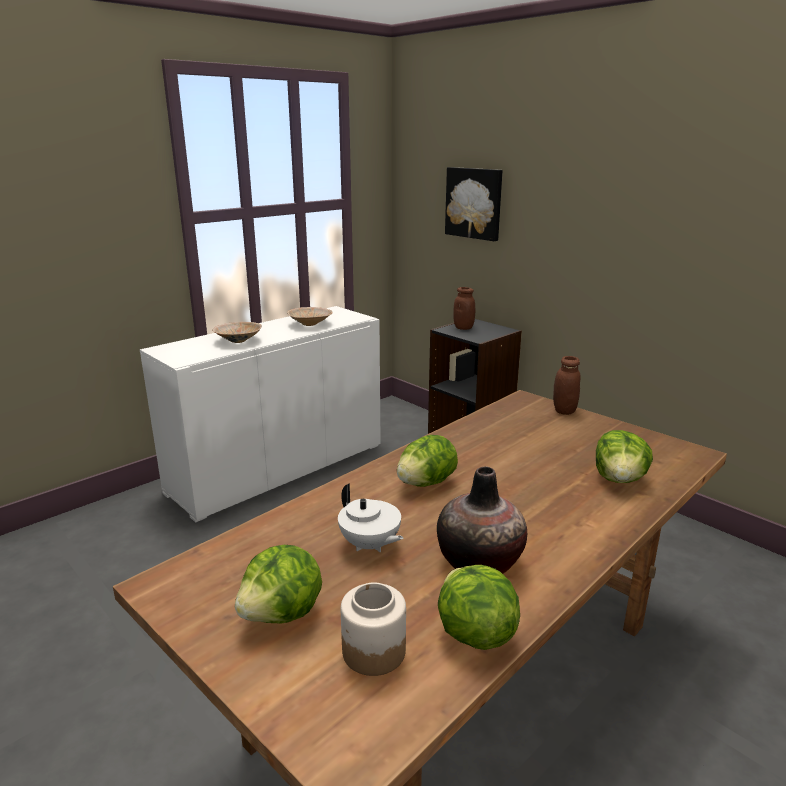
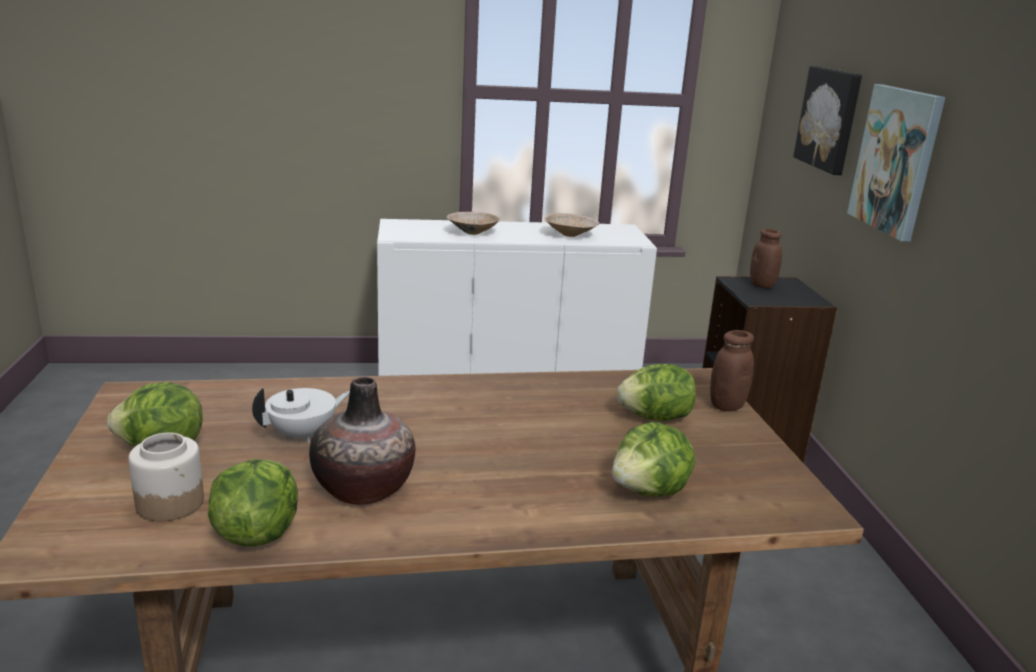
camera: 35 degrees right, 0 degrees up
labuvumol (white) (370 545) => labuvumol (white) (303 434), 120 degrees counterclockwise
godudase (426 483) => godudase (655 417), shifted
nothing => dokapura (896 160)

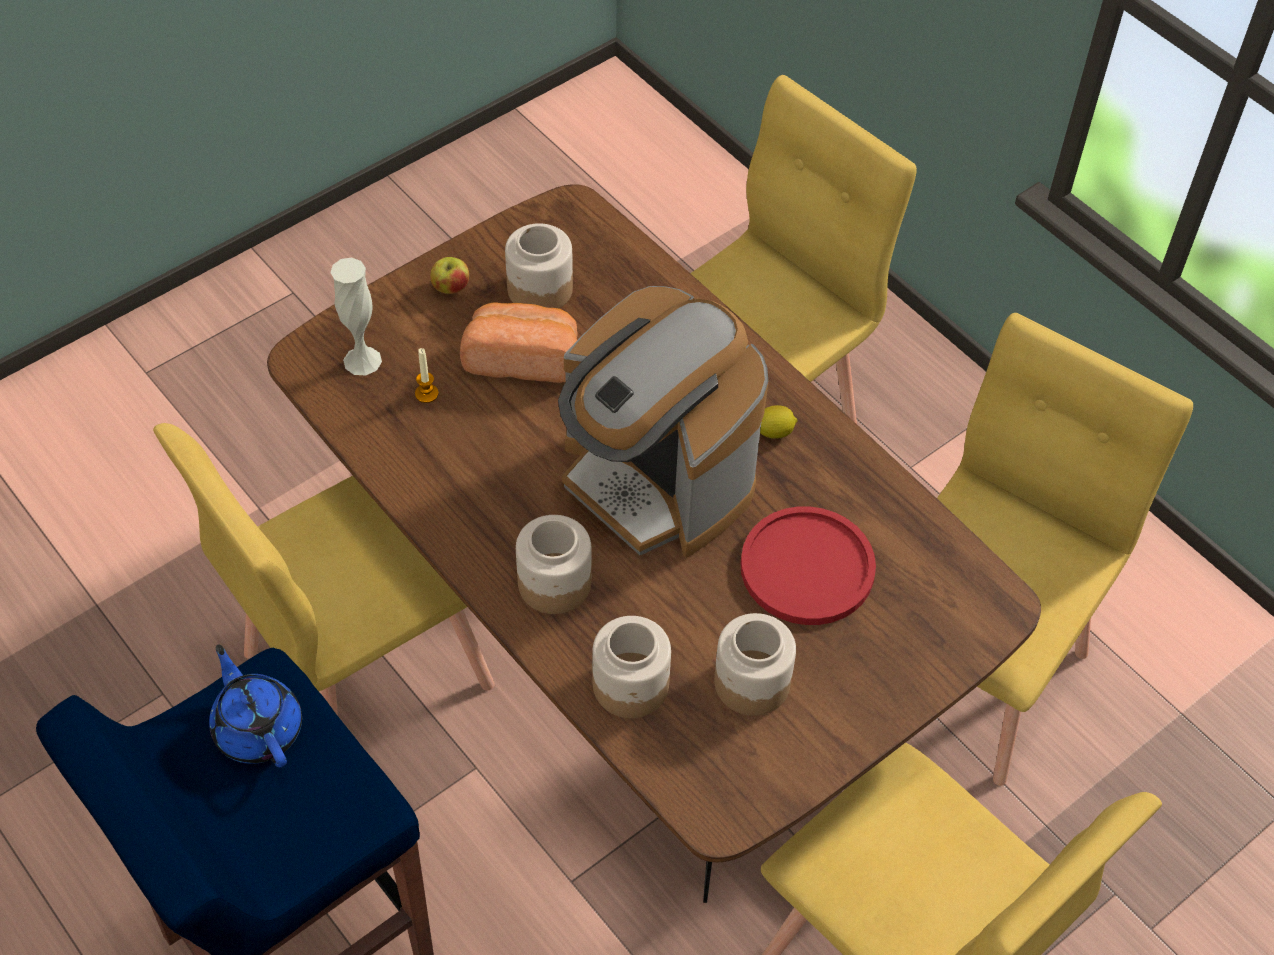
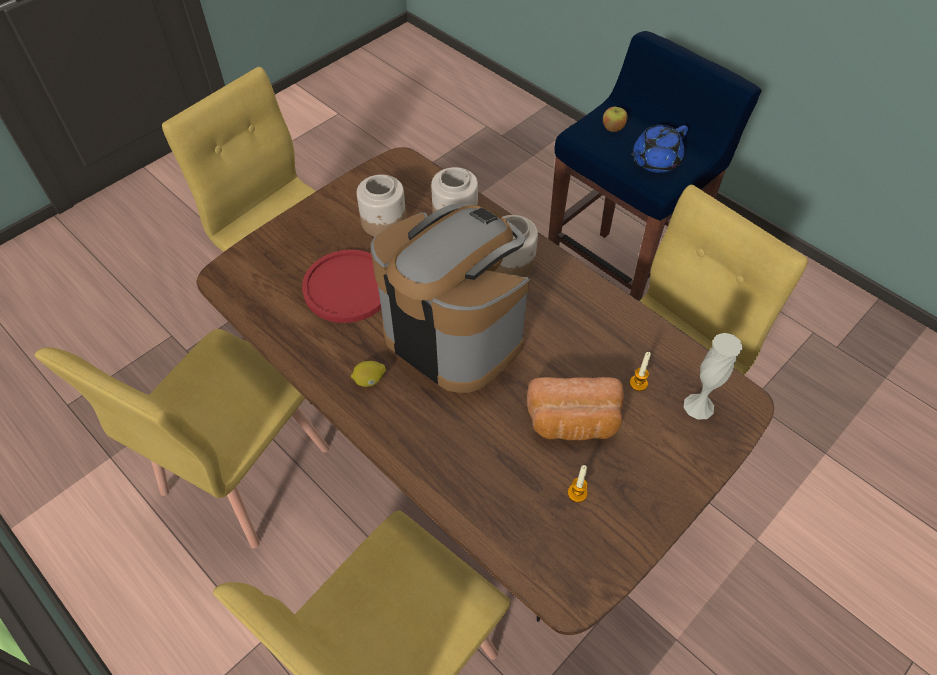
camera: 175 degrees right, 0 degrees up
labuvumol (blue) (258 728) => labuvumol (blue) (655 161), 90 degrees clockwise
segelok (451 288) => segelok (613 128), shifted
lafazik (539 289) => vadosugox (577 493)

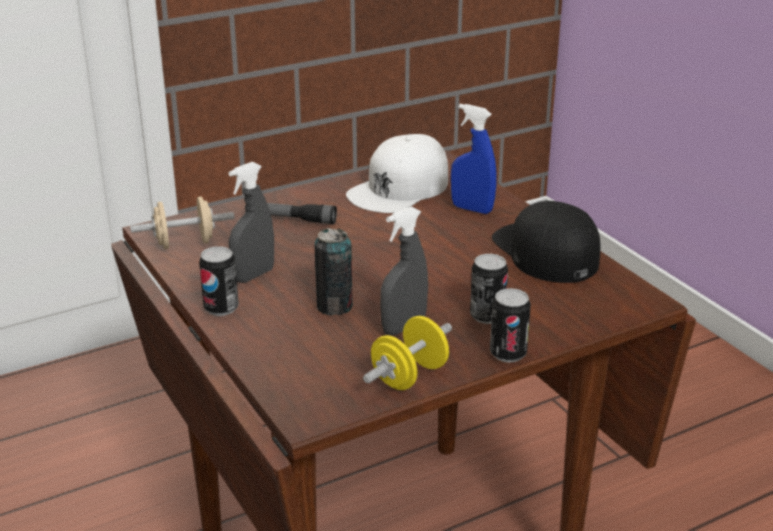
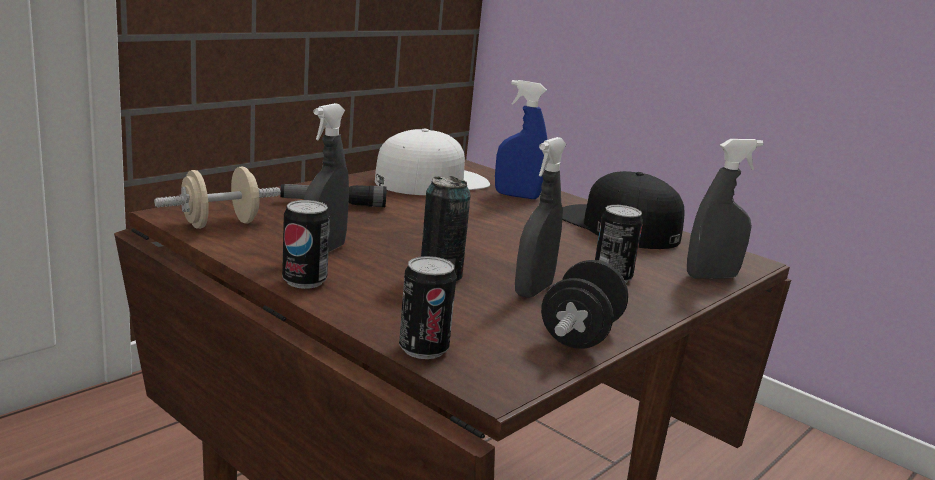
camera: 20 degrees left, 10 degrees down
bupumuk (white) (399 188) => bupumuk (white) (431 181), 150 degrees counterclockwise
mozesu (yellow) (409 376) => mozesu (black) (580 335)
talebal (508 353) => talebal (423 349), shifted
nothing => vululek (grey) (711 276)

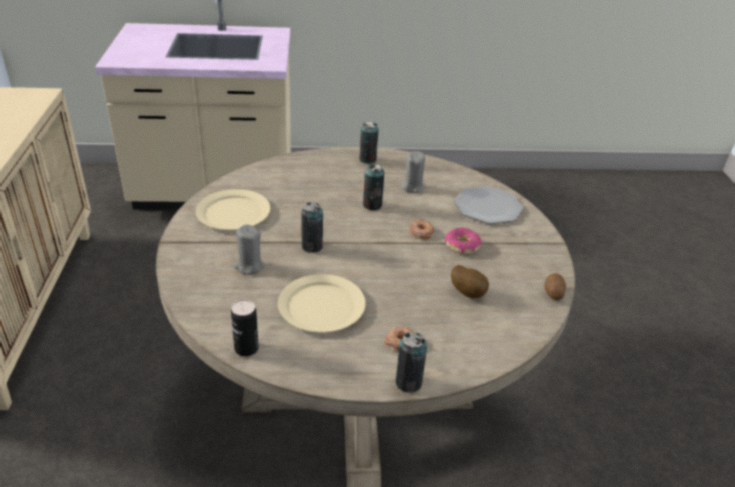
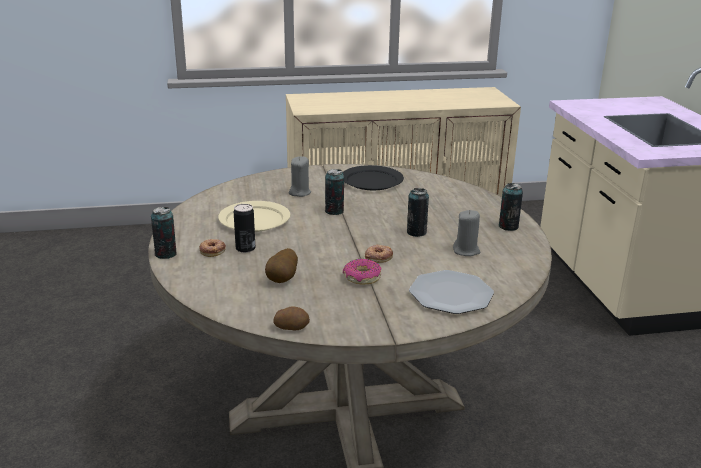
camera: 85 degrees right, 10 degrees down
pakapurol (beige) (234 212) => pakapurol (black) (372 181)
talebal (246 348) => talebal (245 248), shifted

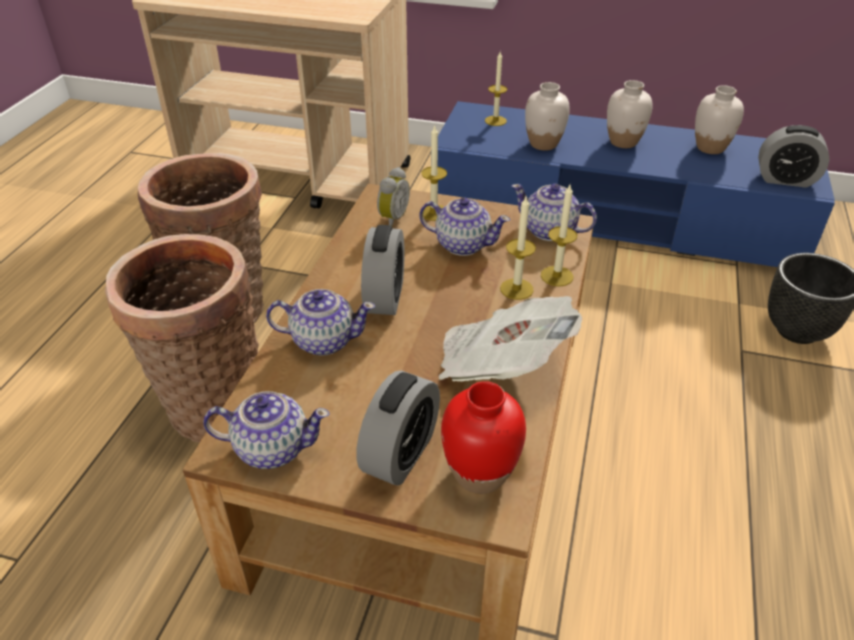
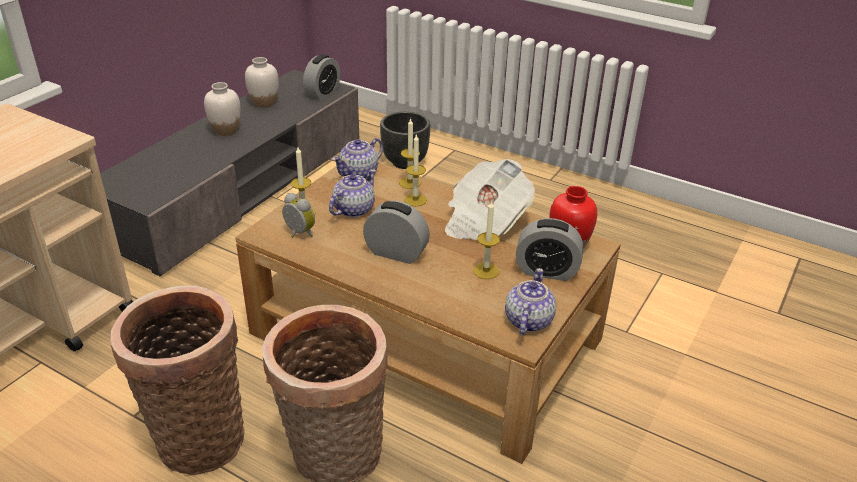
camera: 75 degrees left, 5 degrees down
labuvumol (323 340) => nothing
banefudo (400 454) => banefudo (546 271), 150 degrees clockwise
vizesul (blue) (613 217) => vizesul (grey) (240 188)
vadosugox (495 121) => vadosugox (486 271), shifted
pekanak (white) (543 144) => nothing

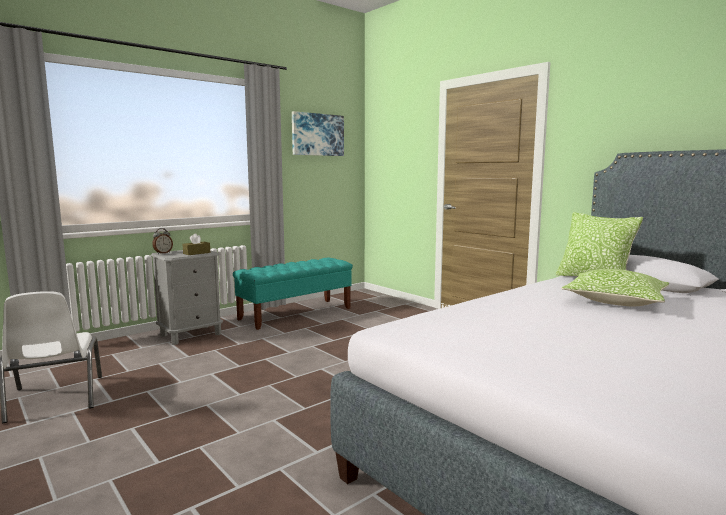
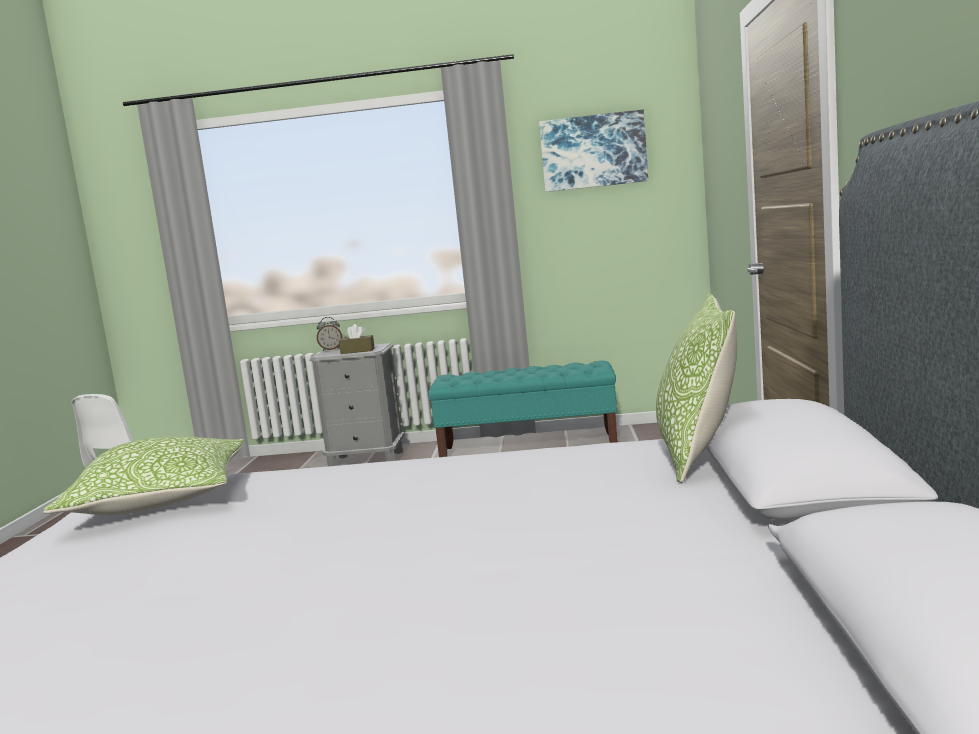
camera: 45 degrees right, 0 degrees up
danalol (615 301) => danalol (160 500), shifted

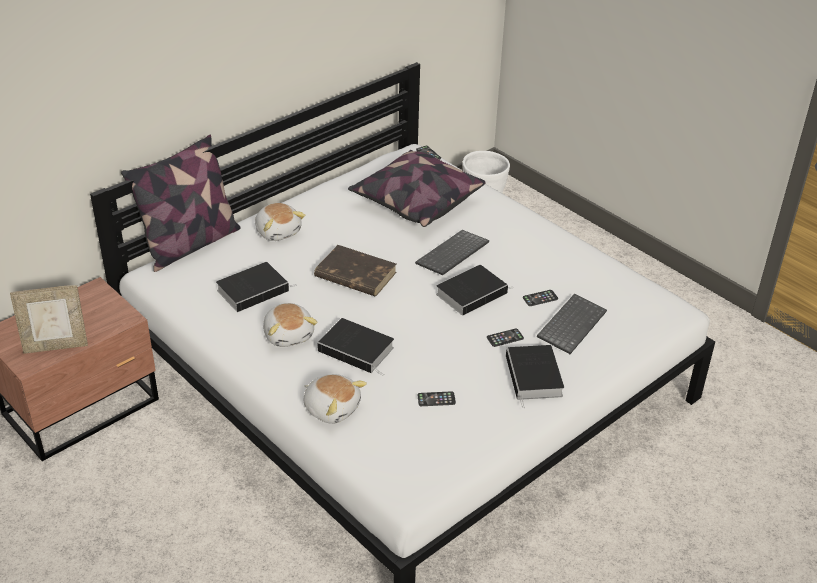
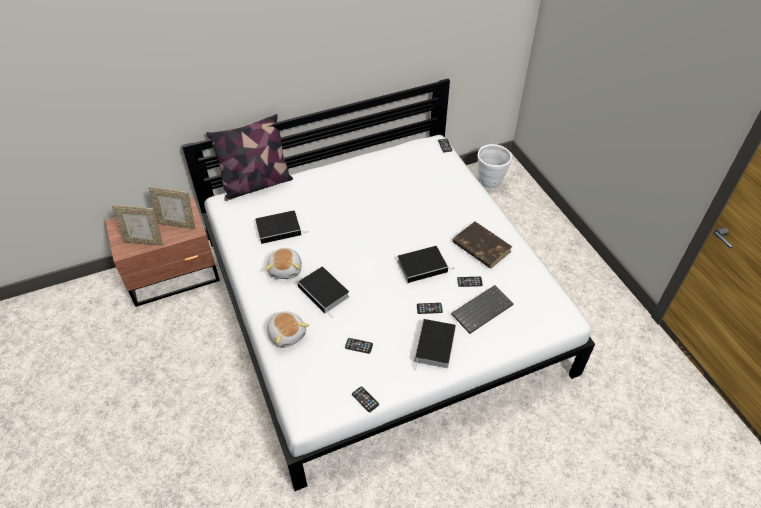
camera: 20 degrees right, 10 degrees up
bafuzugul (278 231) => nothing
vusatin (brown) (355 275) => vusatin (brown) (481 247), shifted
danalol (416 202) => nothing
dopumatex (453 255) => nothing
nothing => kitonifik (177 224)
nothing => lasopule (365 399)

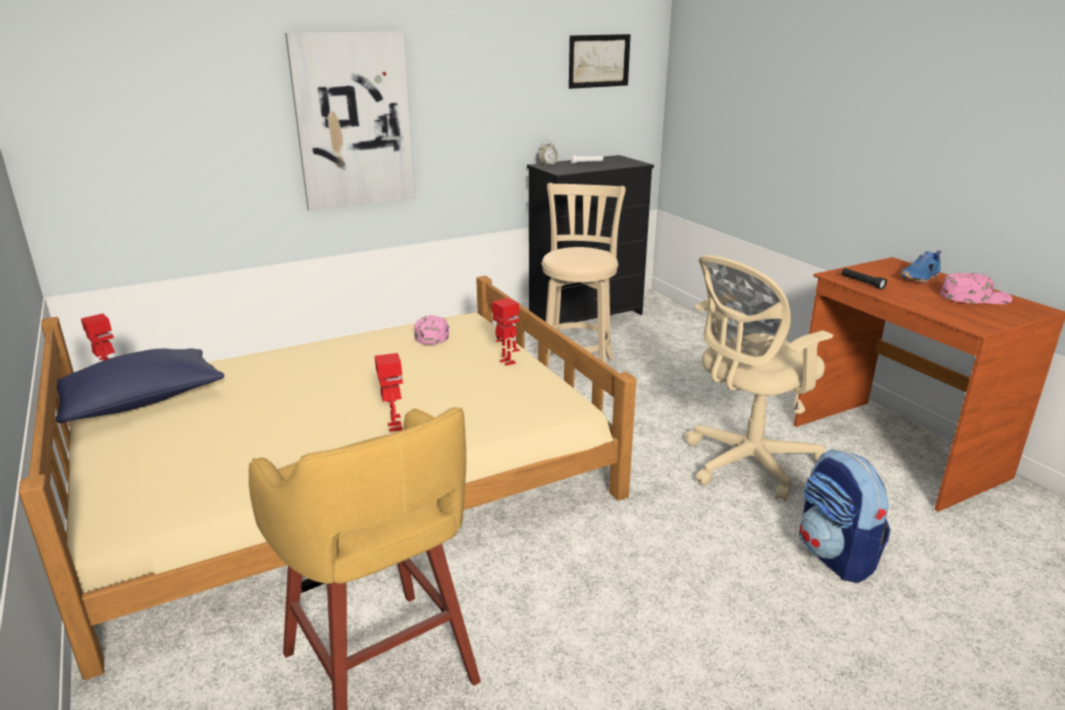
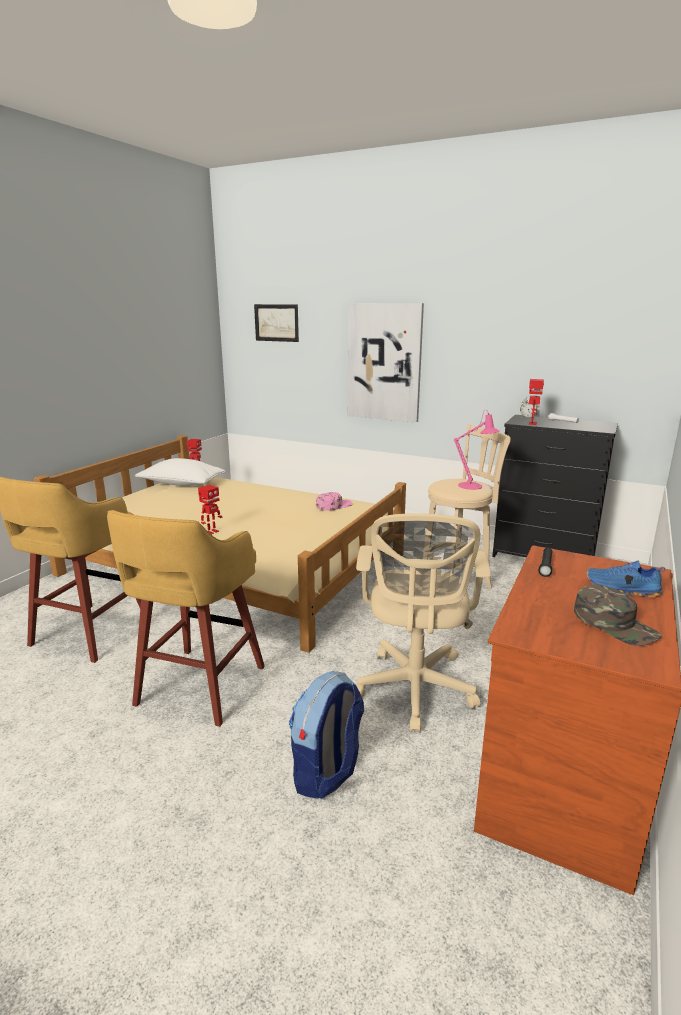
camera: 55 degrees right, 5 degrees down
danalol (blue) (140 403) => danalol (white) (181 484)
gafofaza (506 362) => gafofaza (532 423), shifted
dokapura (599 61) => dokapura (276 322), shifted
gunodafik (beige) (746 464) => gunodafik (beige) (415 691), 105 degrees counterclockwise
bupumuk (pink) (974 297) => bupumuk (green) (615 624)
nothing => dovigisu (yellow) (198 688)
nothing => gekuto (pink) (473 486)

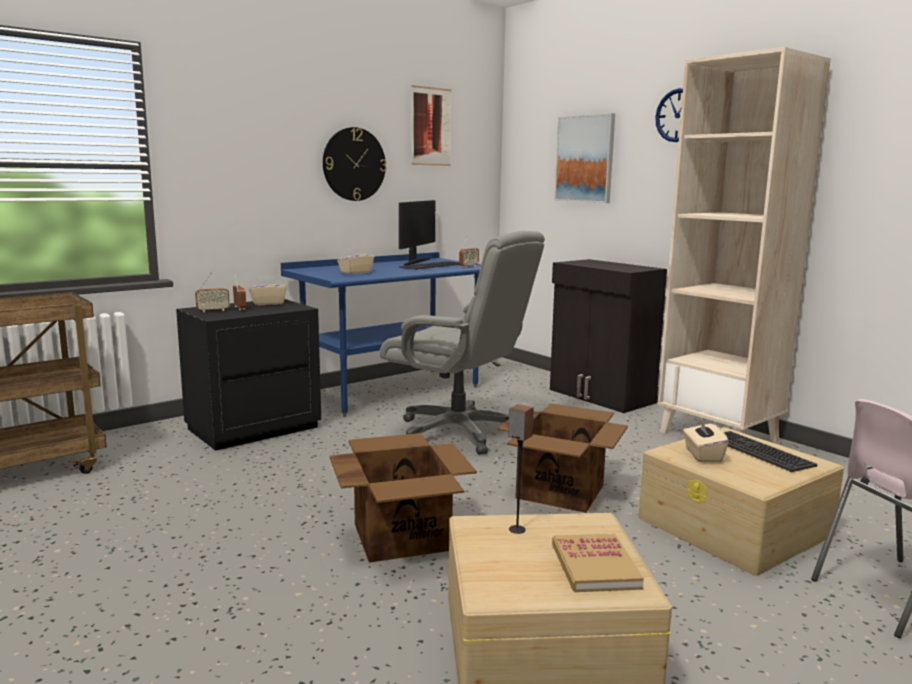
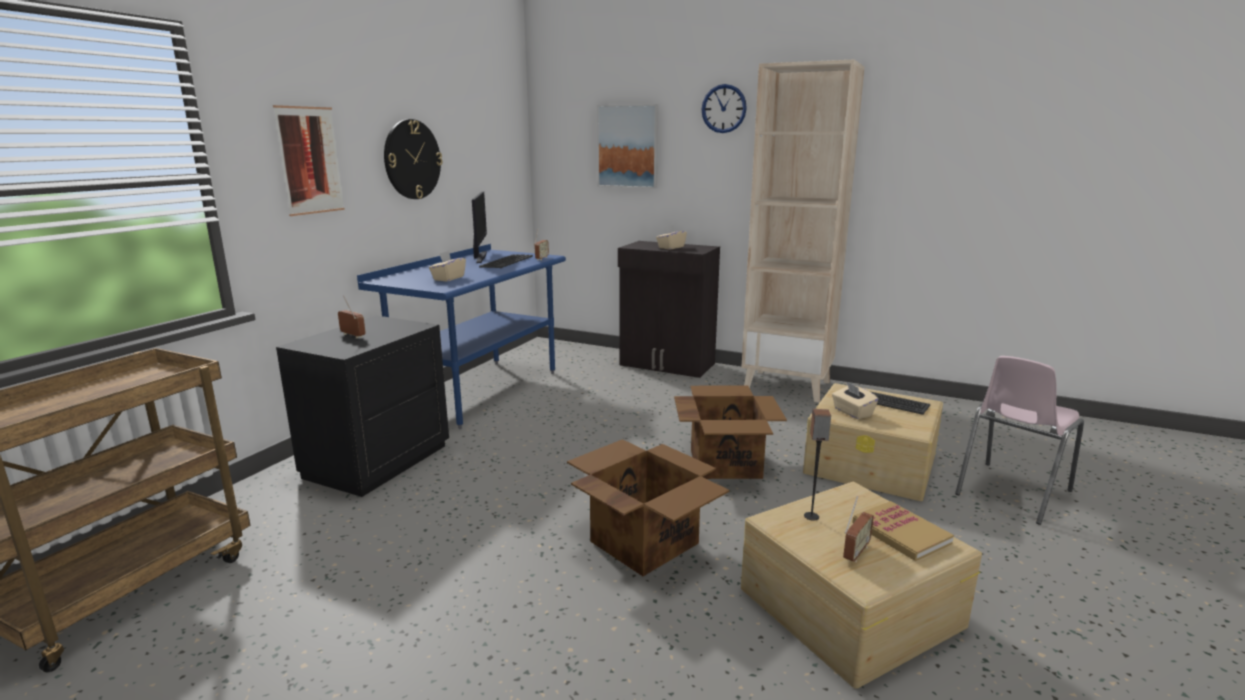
camera: 25 degrees left, 5 degrees up
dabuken (213 311) => dabuken (856 552), shifted
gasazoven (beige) (268 303) => gasazoven (beige) (671 247), shifted
gunodafik (grey) (459 432) => nothing
dokapura (431 126) => dokapura (310 160), shifted

